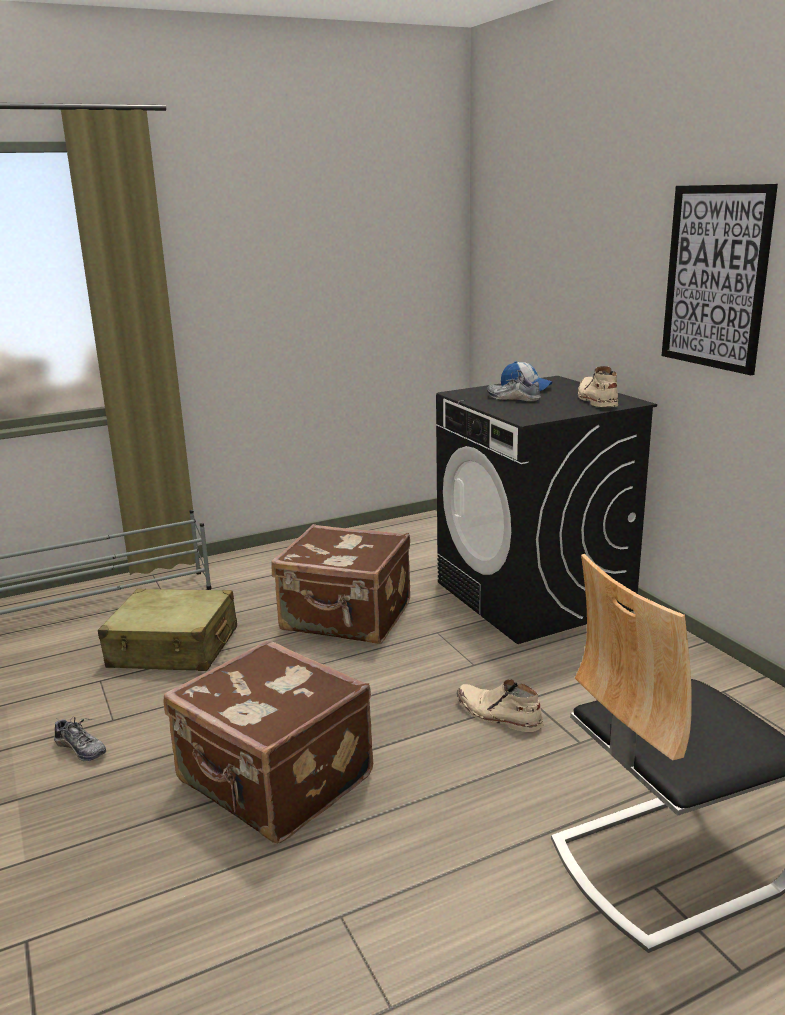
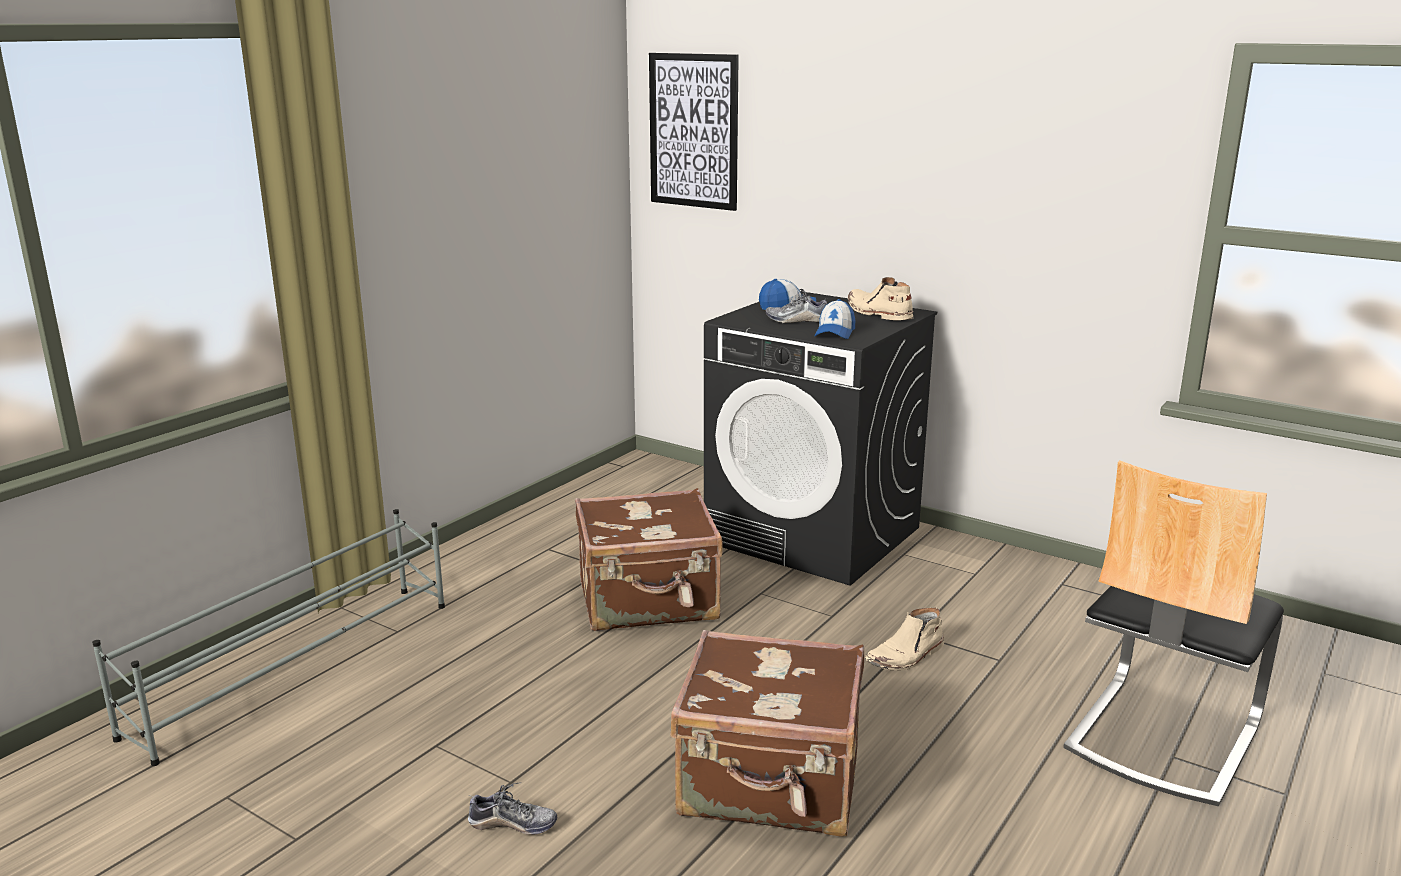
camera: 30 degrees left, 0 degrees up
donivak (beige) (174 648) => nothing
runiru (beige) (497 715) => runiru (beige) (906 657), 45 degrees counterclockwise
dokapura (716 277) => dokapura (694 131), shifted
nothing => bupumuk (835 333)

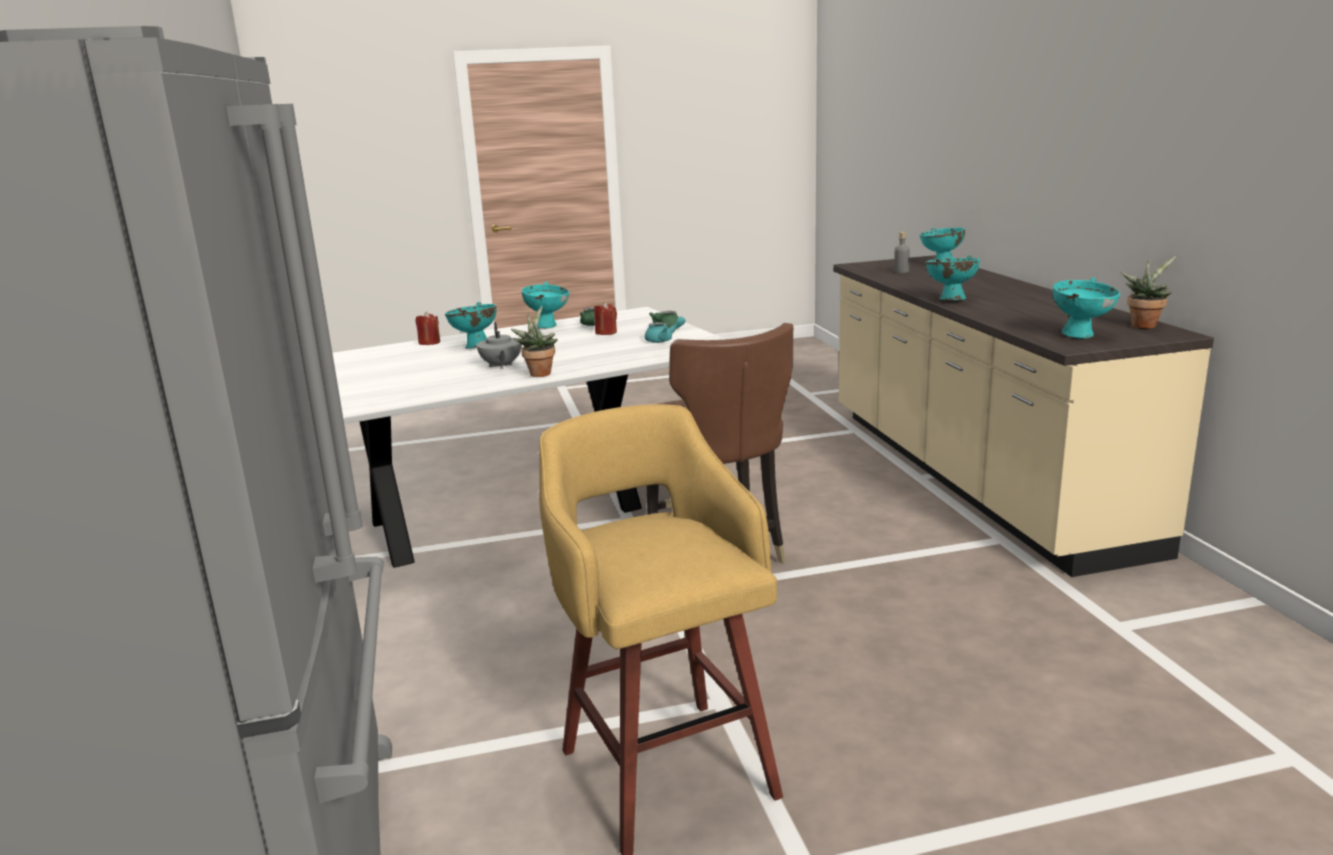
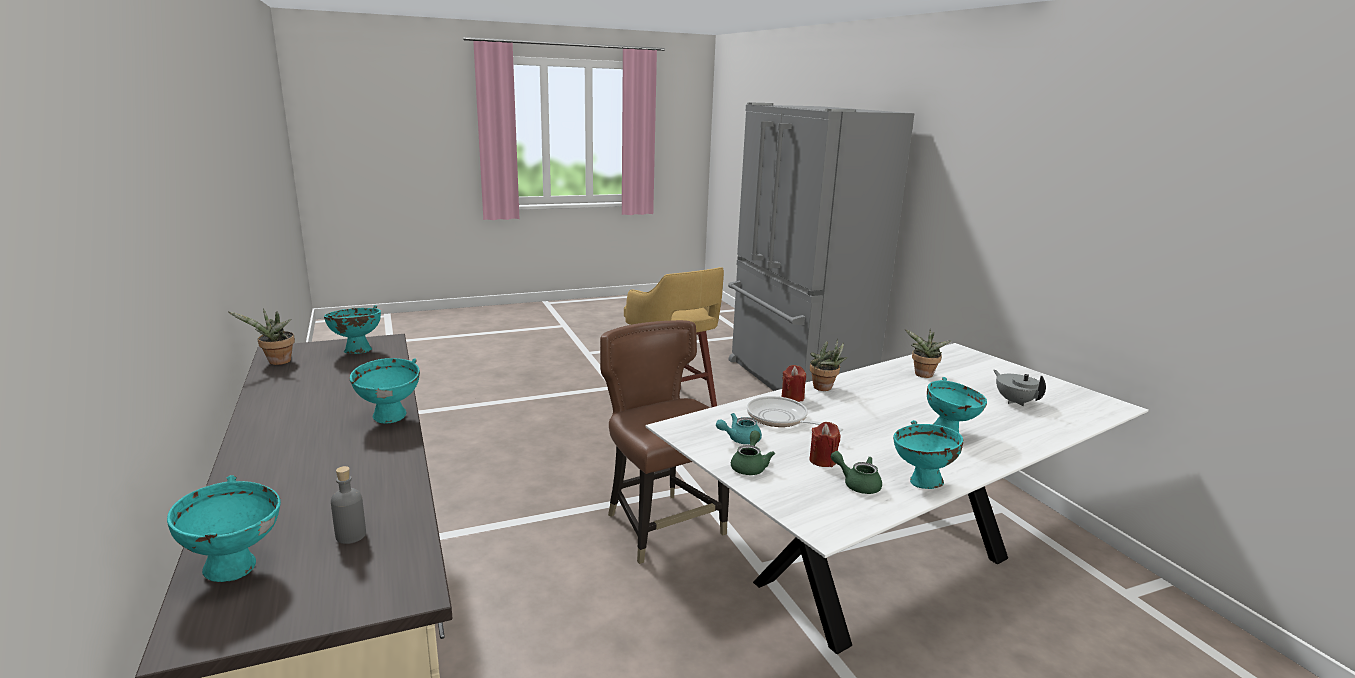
camera: 170 degrees right, 0 degrees up
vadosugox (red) (429 342) => vadosugox (red) (792 397), shifted
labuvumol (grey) (501 366) => labuvumol (grey) (1015 401), shifted
nothing => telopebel (781 419)
nothing => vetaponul (922 375)

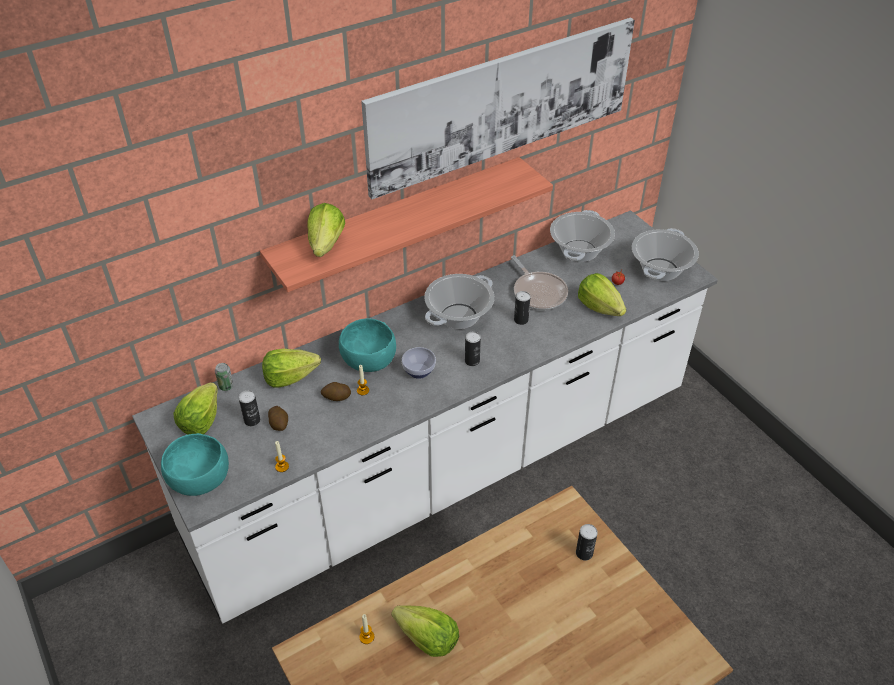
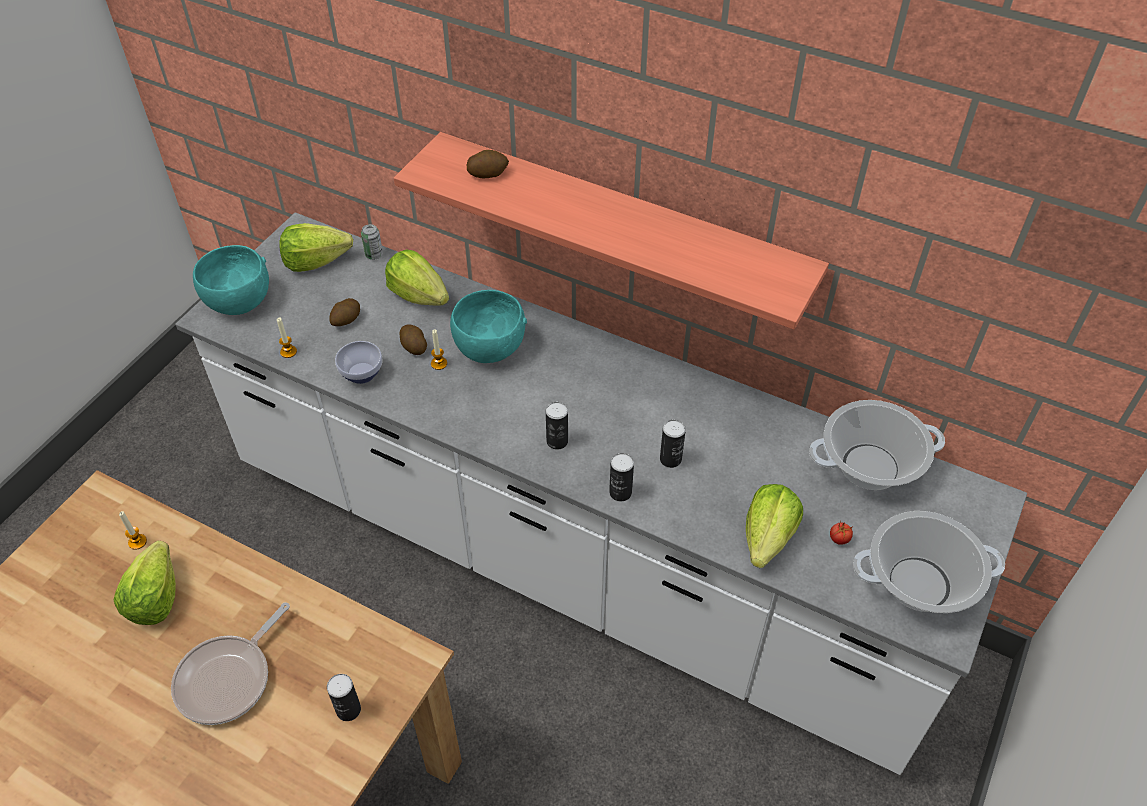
camera: 60 degrees right, 5 degrees up
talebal (252 420) => talebal (620 492), shifted
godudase (326 245) => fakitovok (488 173)
dokapura (502 104) => nothing
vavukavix (418 371) => vavukavix (361 372), shifted
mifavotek (458 316) => nothing
telopebel (538 292) => telopebel (228 679), shifted

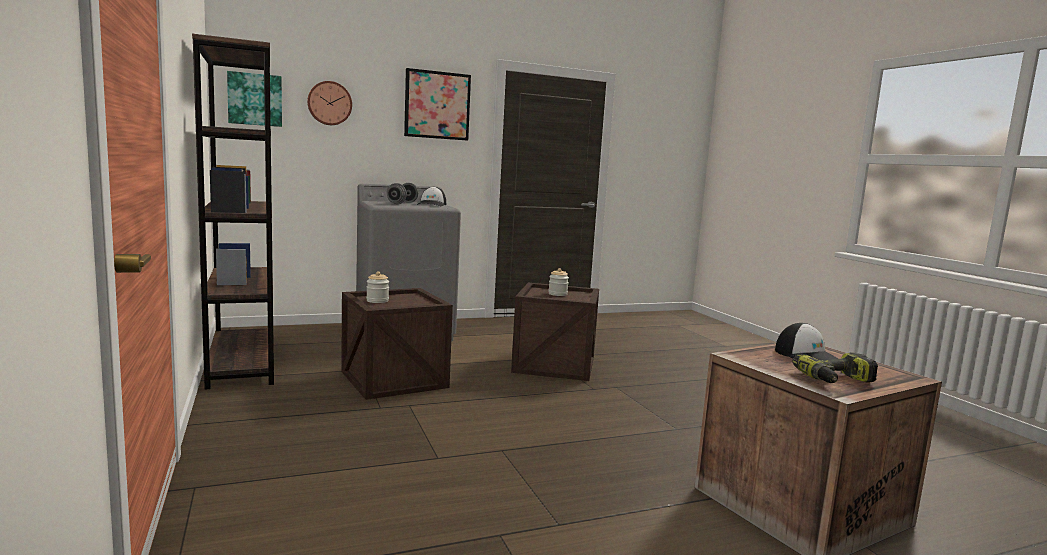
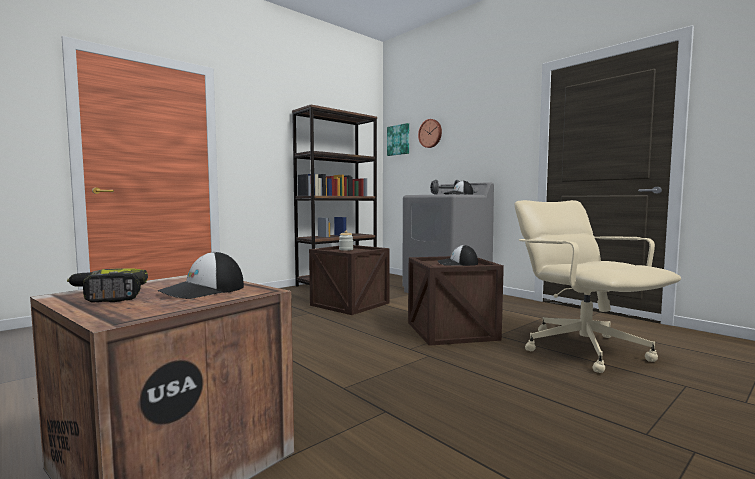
camera: 70 degrees right, 5 degrees down
dokapura (437 105) => nothing
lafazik (557 294) => bupumuk (457 263)
nothing => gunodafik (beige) (583 349)

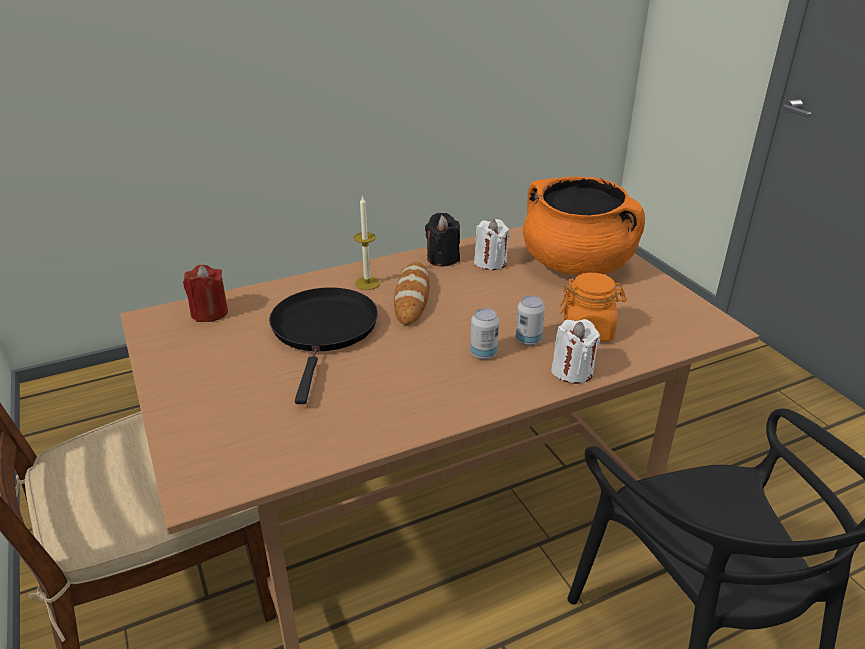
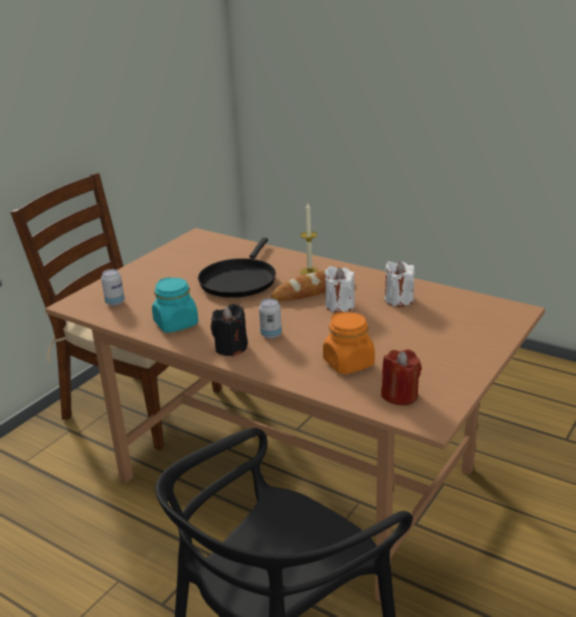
camera: 60 degrees right, 5 degrees down
vadosugox (red) (209 313) => vadosugox (red) (400 395), shifted
telopebel (black) (324 330) => telopebel (black) (239 280), 135 degrees clockwise
vadosugox (black) (443 259) => vadosugox (black) (231 348), shifted
talebal (528 340) => talebal (115 302), shifted
mifavotek (orange) (577 265) => nothing
vadosugox (white) (572 371) => vadosugox (white) (339 305), shifted
nothing => lafazik (turquoise) (176 324)

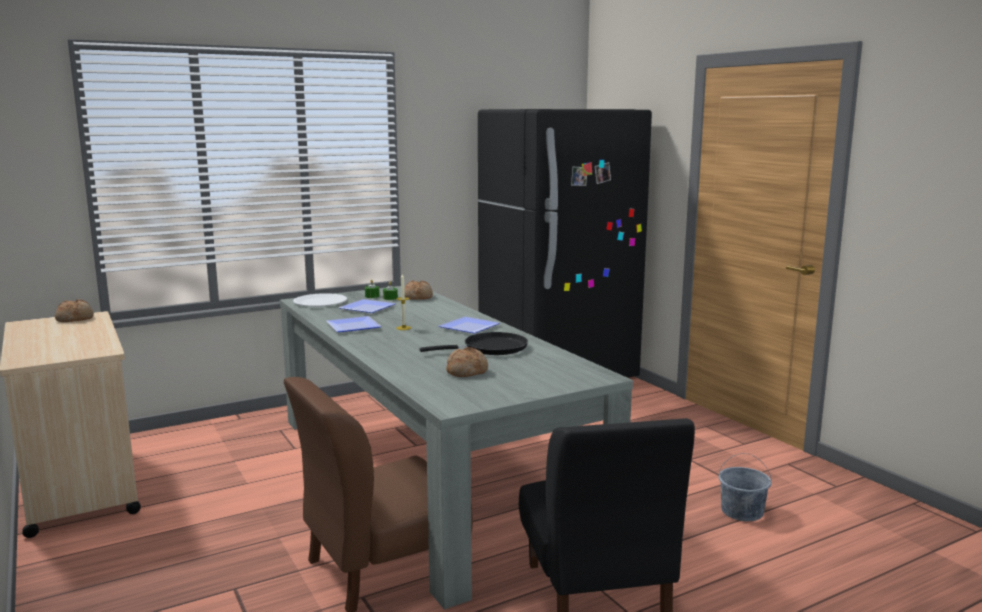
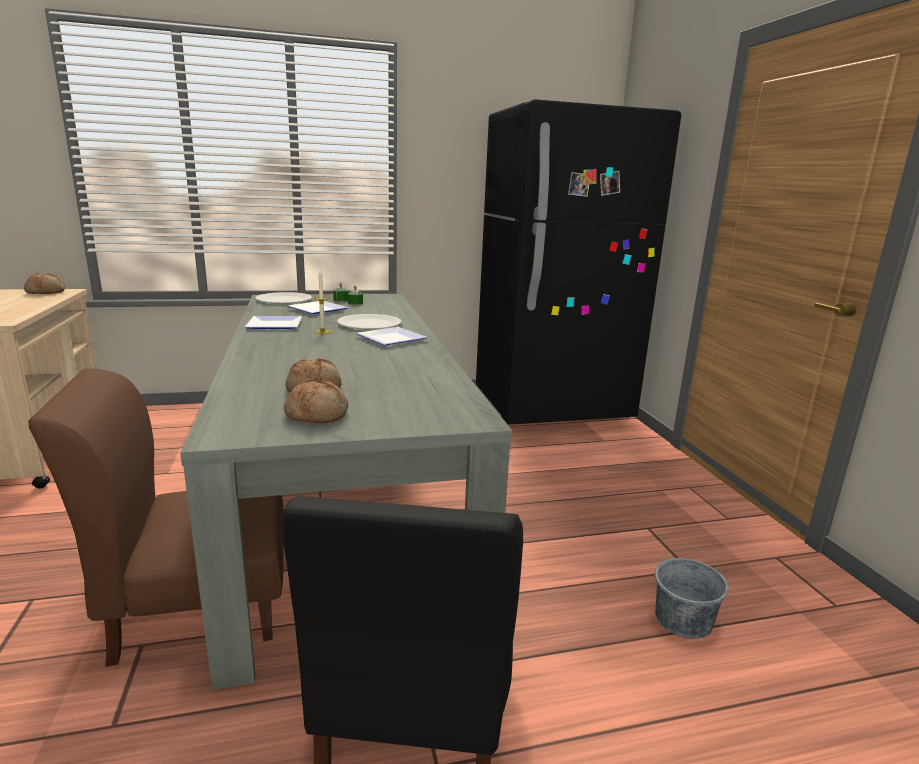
camera: 15 degrees right, 5 degrees up
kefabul (418 297) => kefabul (317 414), shifted
telopebel (black) (490 348) => nothing
nothing => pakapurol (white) (369 324)

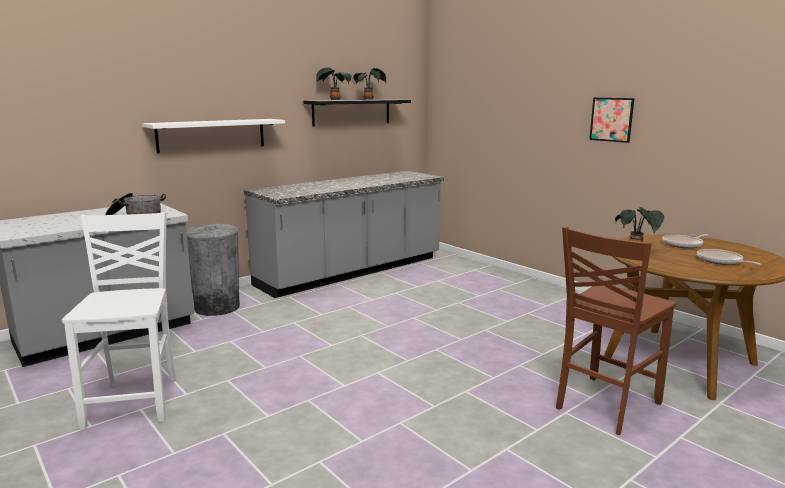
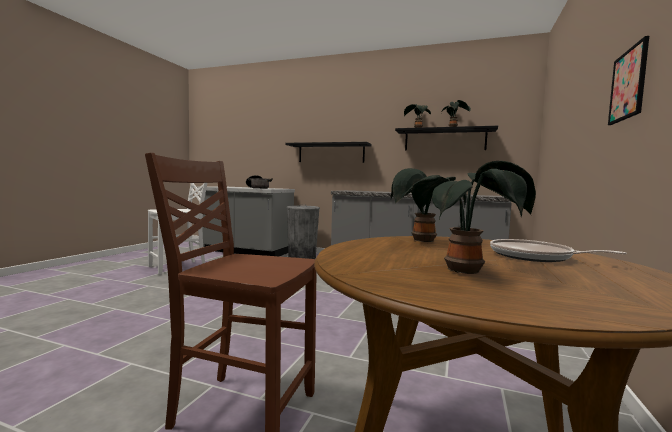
camera: 60 degrees right, 10 degrees down
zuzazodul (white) (212 135) => zuzazodul (black) (331 153)
telopebel (721 261) => vetaponul (467 271)

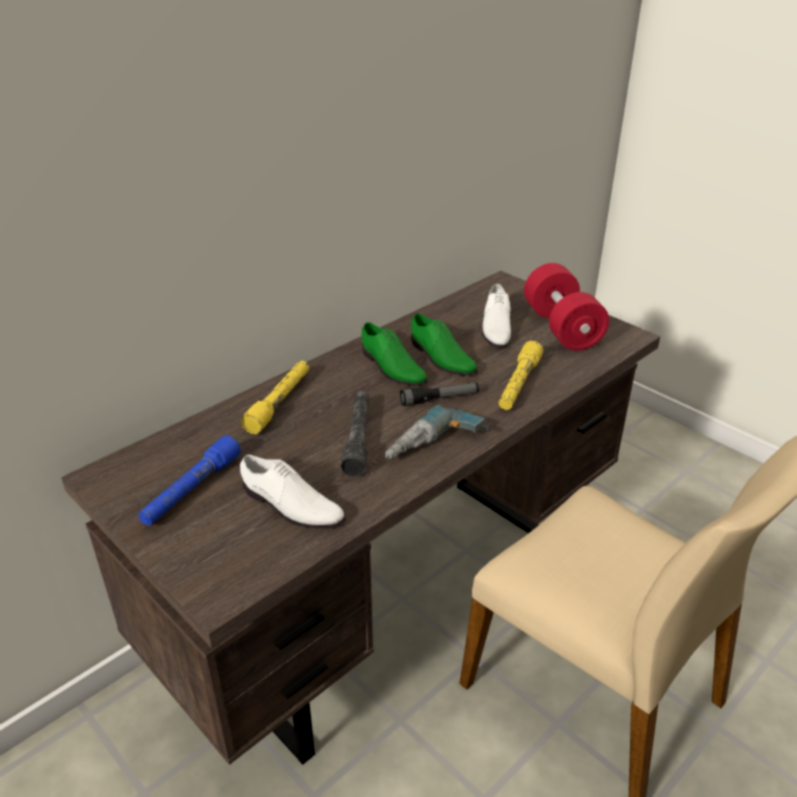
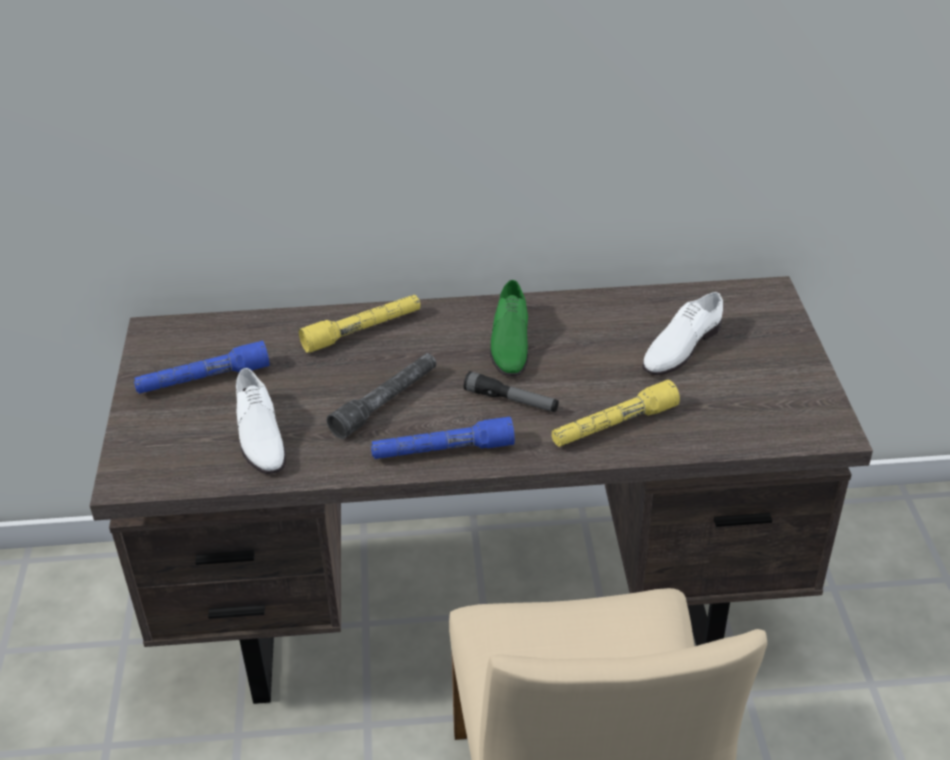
camera: 40 degrees right, 5 degrees up
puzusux (437 449) => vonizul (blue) (442 450)
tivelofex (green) (441 357) => nothing
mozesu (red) (561 328) => nothing

